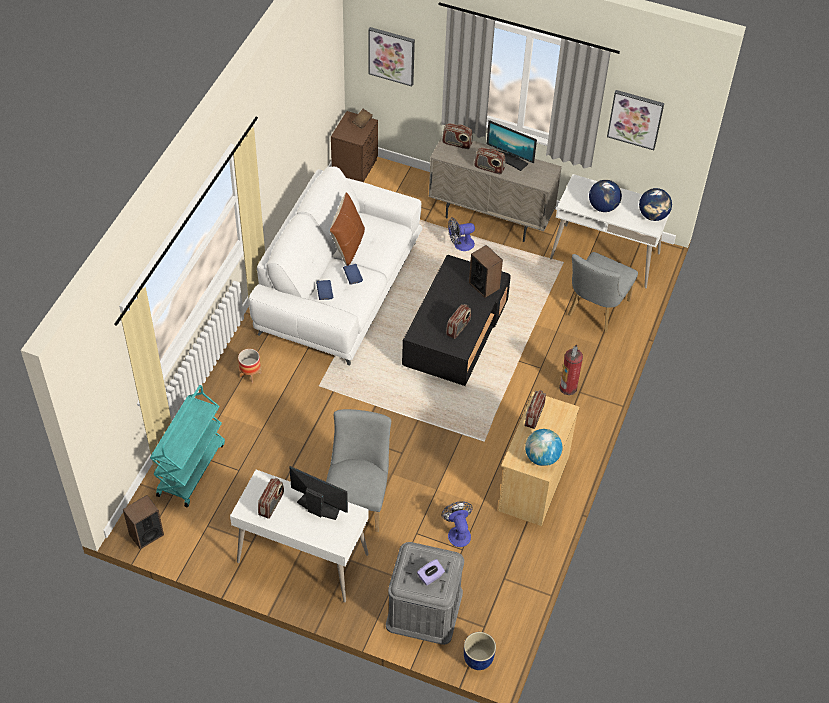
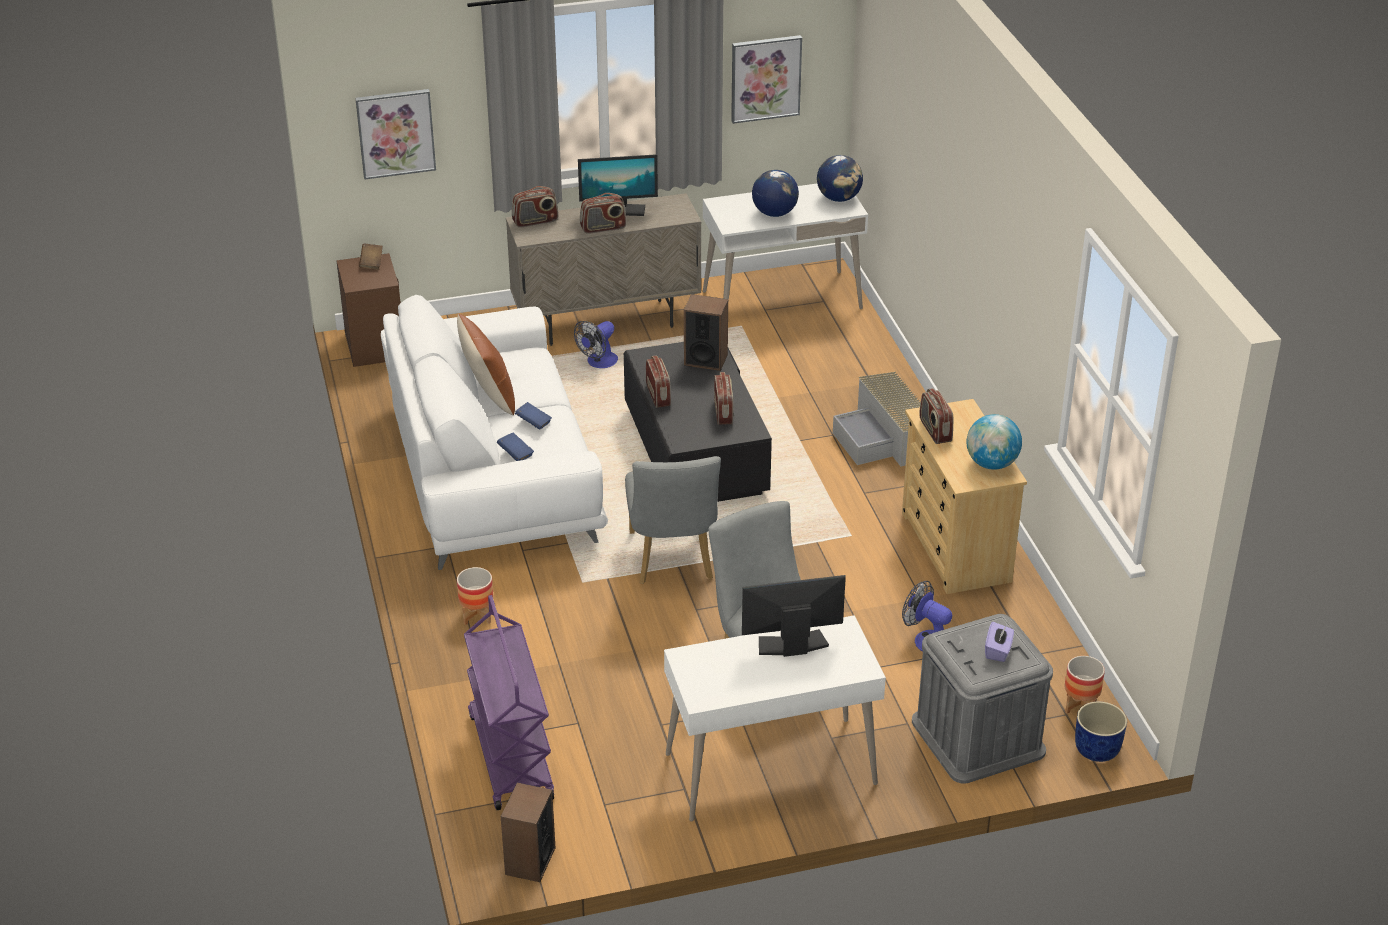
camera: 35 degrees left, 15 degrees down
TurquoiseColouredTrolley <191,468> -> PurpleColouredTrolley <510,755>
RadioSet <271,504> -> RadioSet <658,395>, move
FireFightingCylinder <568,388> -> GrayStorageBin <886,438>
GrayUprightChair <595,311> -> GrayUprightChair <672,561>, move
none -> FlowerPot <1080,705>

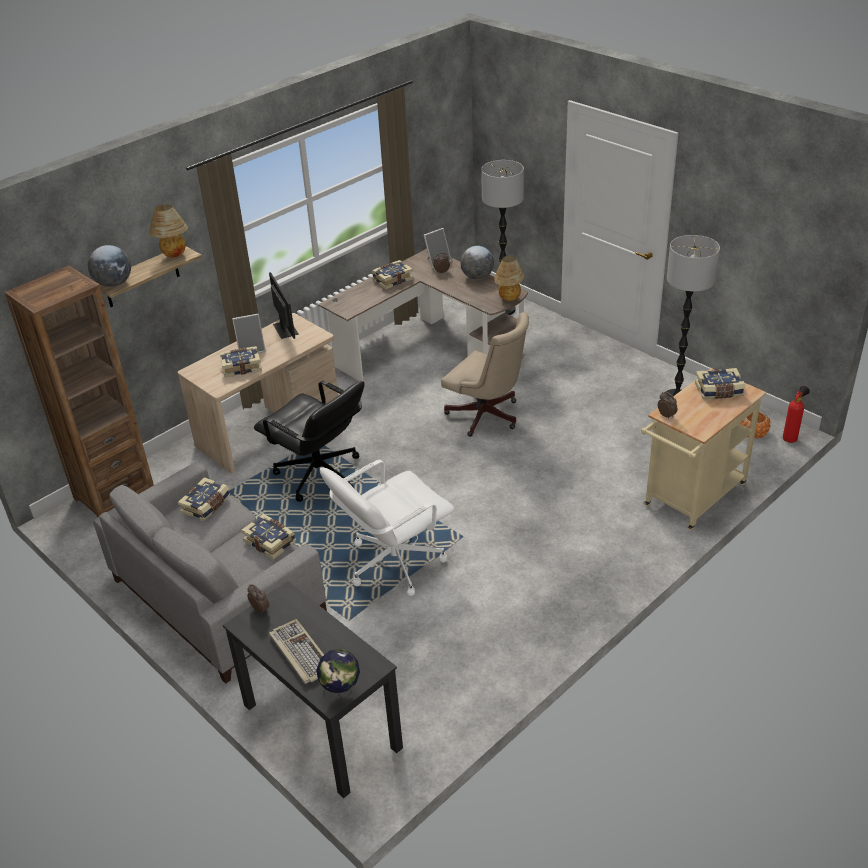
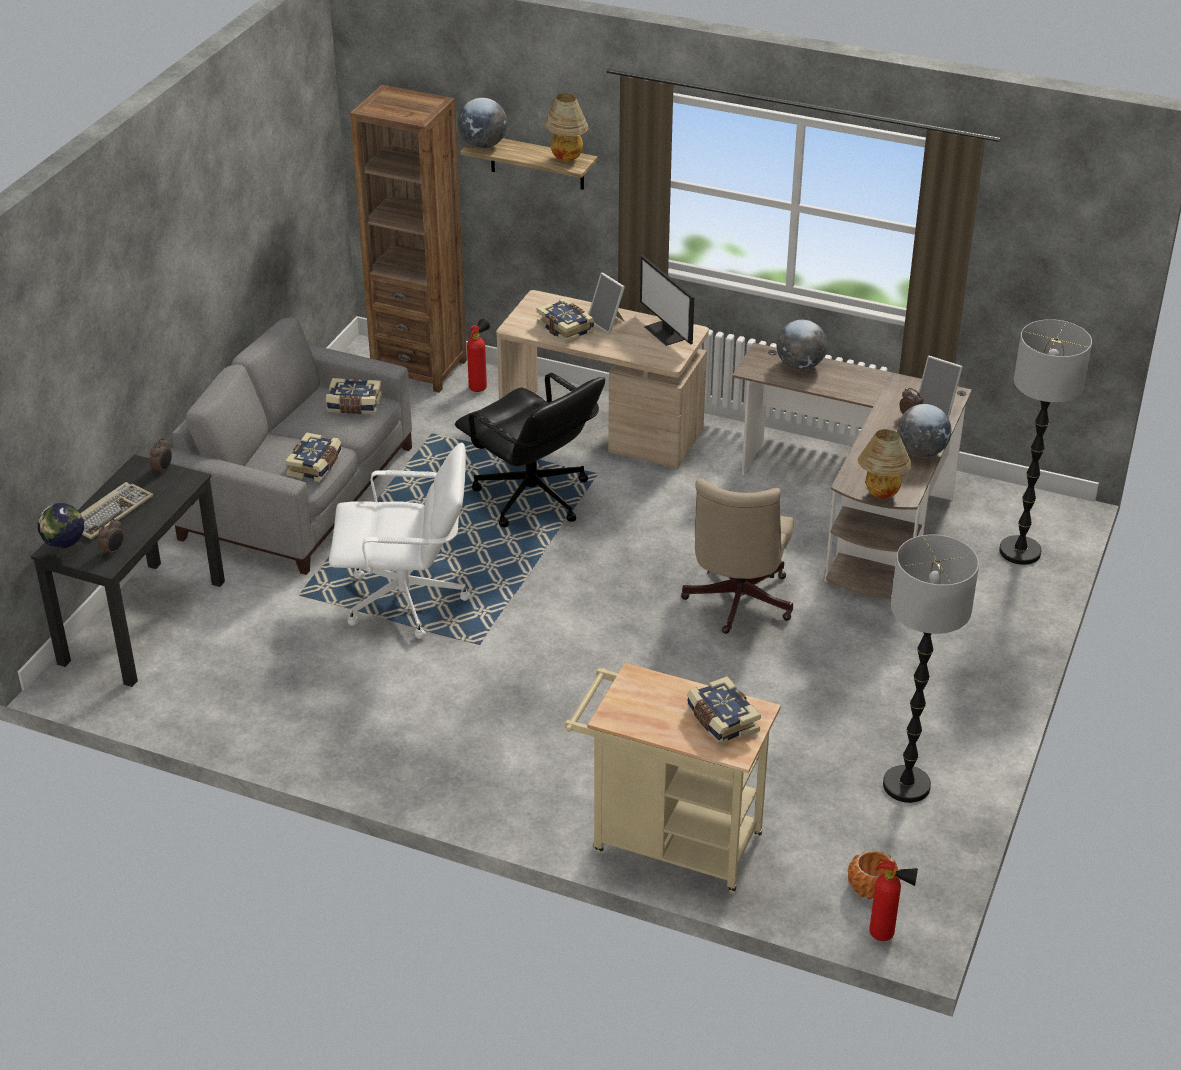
camera: 65 degrees right, 0 degrees up
BlackDeskChair <319,475> -> BlackDeskChair <532,498>, 60 degrees counterclockwise
Monitor <284,329> -> Monitor <666,333>, 105 degrees clockwise
WhiteColouredDeskChair <393,562> -> WhiteColouredDeskChair <407,601>, 150 degrees clockwise
Volume <392,280> -> none
AlarmClock <666,415> -> AlarmClock <114,551>, move
none -> FireFightingCylinder <479,386>
none -> WorldGlobe <800,366>

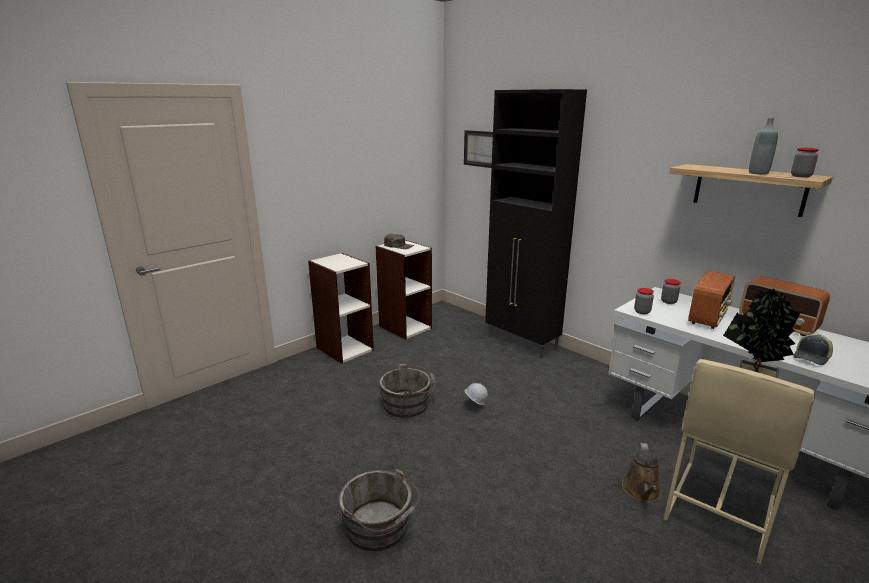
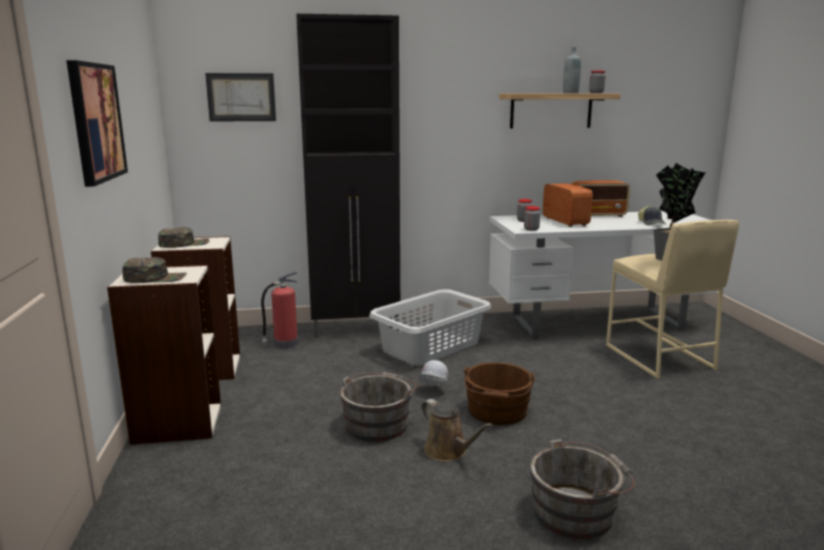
camera: 55 degrees left, 5 degrees down
BrownColouredWateringCan <641,491> -> BrownColouredWateringCan <448,451>, move
none -> WallPicture <96,122>
none -> GreenColouredPeakedCap <155,278>
none -> FireFightingCylinder <284,344>
none -> GrayHamper <430,346>
none -> BrownColouredPail <497,412>

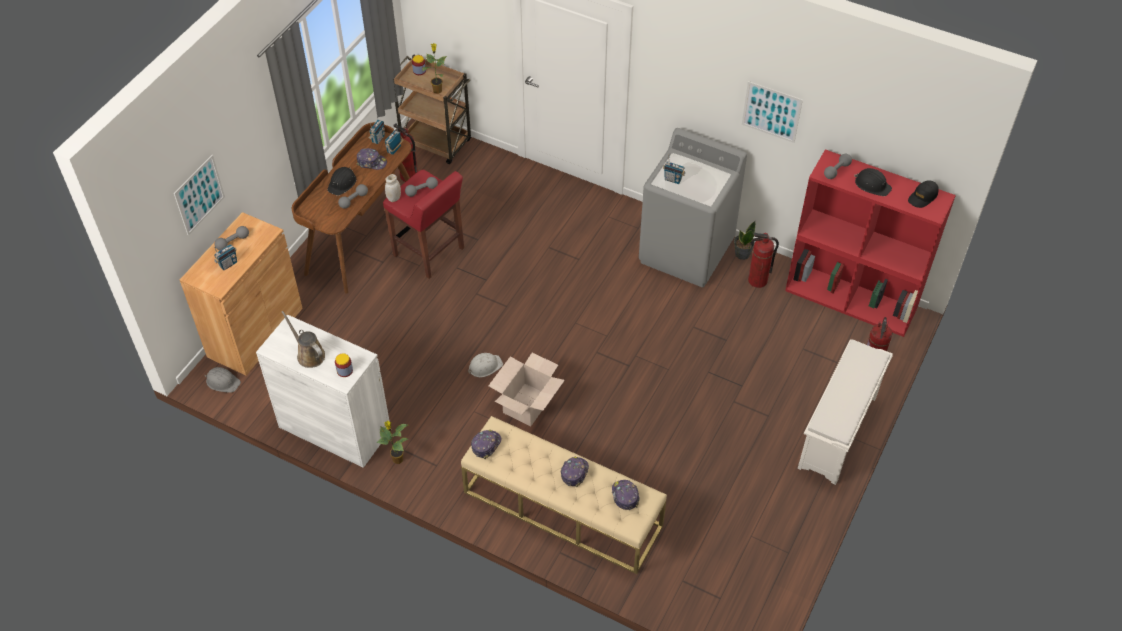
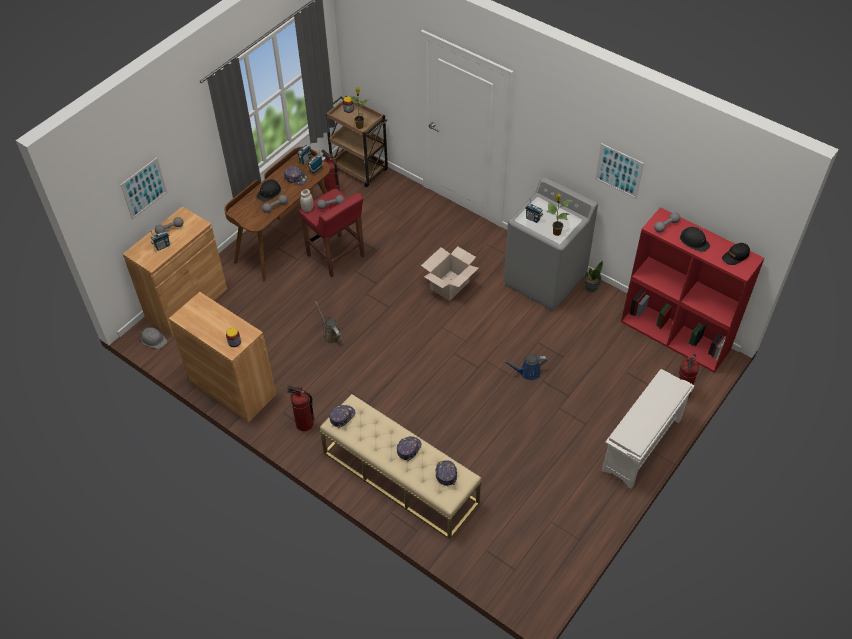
camera: 10 degrees right, 0 degrees up
WhiteColouredStorageCabinet <335,428> -> BrownColouredStorageCabinet <232,388>
BrownColouredWateringCan <309,354> -> BrownColouredWateringCan <330,334>, move
Houseplant <397,459> -> Houseplant <556,232>, move
WhiteColouredSafetyHelmet <485,366> -> none
CardboardBox <527,405> -> CardboardBox <449,285>, move
FireFightingCylinder <757,280> -> FireFightingCylinder <304,424>, move
none -> BluishWateringCan <527,372>

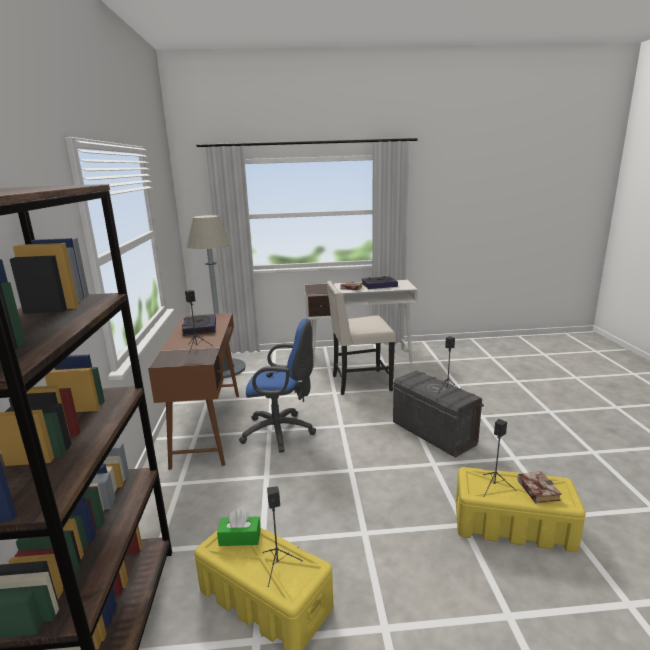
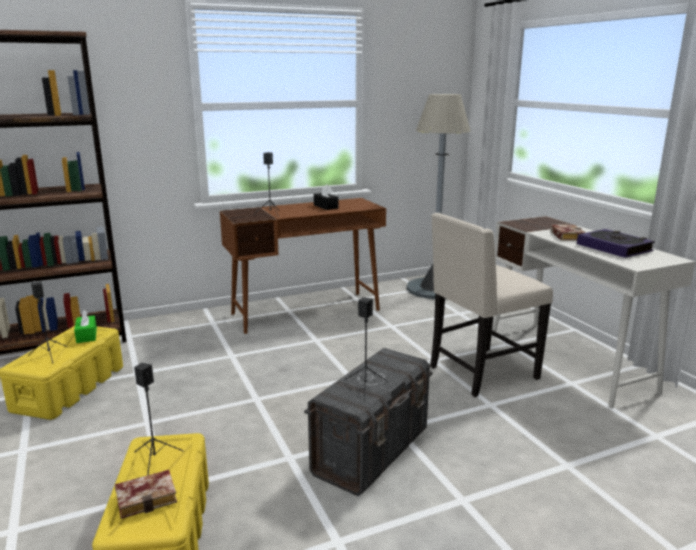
camera: 70 degrees right, 0 degrees up
Volume <199,328> -> BlackBoxOfTissues <325,206>
BluishDeskChair <282,432> -> none
BeigeColouredUprightChair <359,383> -> BeigeColouredUprightChair <480,373>, 90 degrees counterclockwise

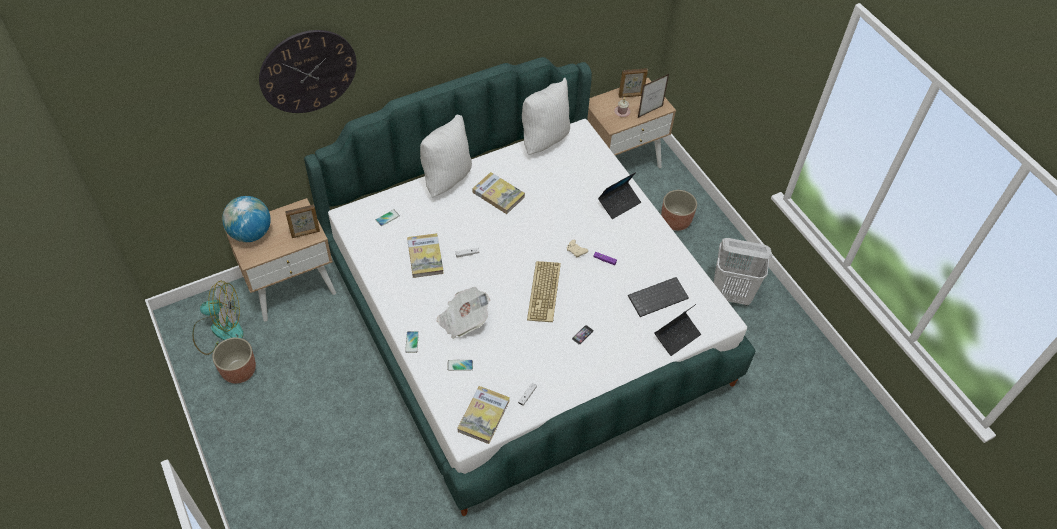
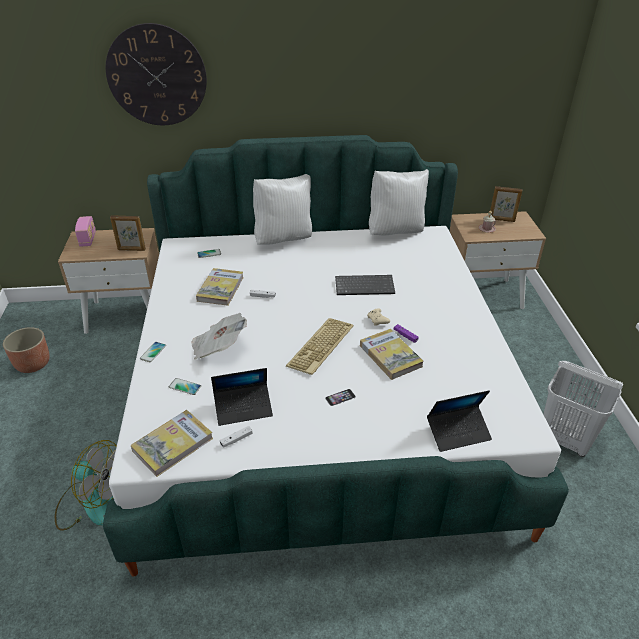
camera: 25 degrees right, 15 degrees down
ElectricFan <219,330> -> ElectricFan <92,502>, move
WorldGlobe <251,233> -> RadioSet <88,239>
Volume <498,194> -> Volume <390,356>, move
Laptop <619,203> -> Laptop <243,408>, move
ComputerKeyboard <658,296> -> ComputerKeyboard <365,286>, move
PictureFrame <650,112> -> none
FlowerPot <675,221> -> none

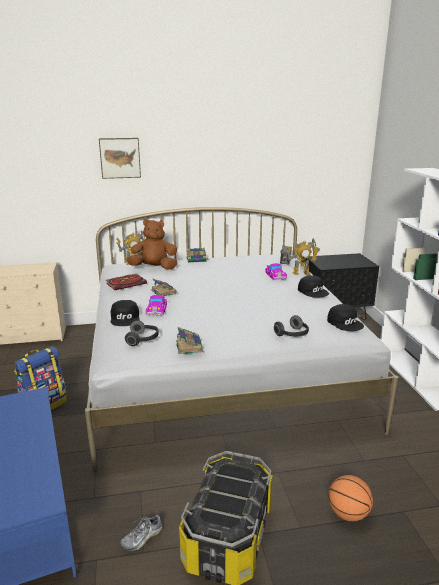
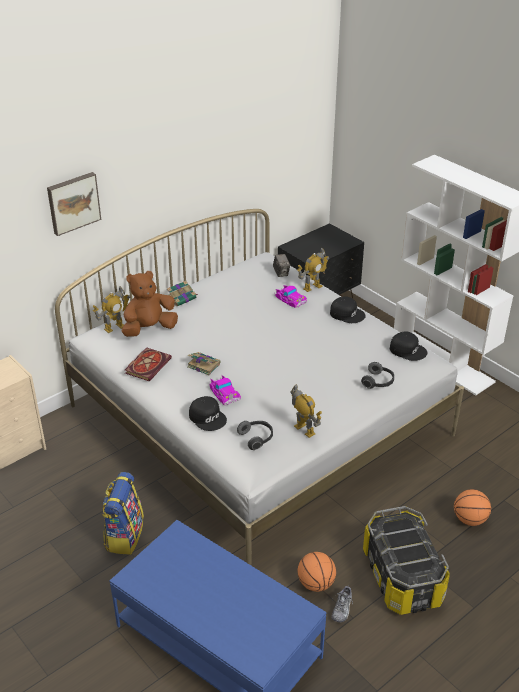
camera: 30 degrees left, 15 degrees up
Volume <189,346> -> ToyRobot <304,430>
none -> BasketballBall <316,583>

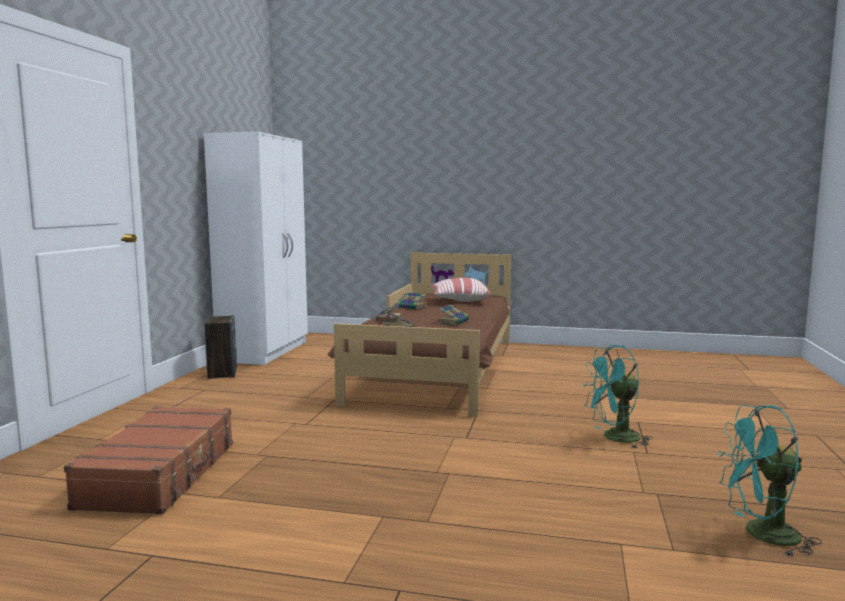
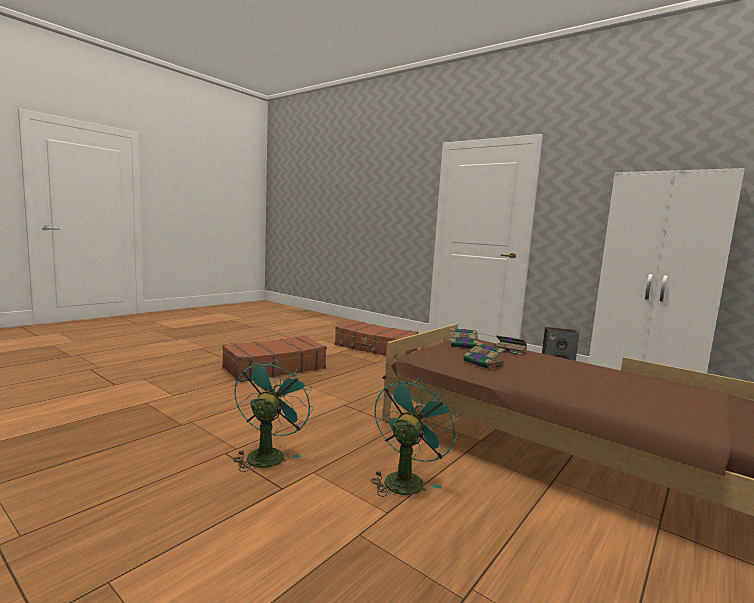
camera: 115 degrees right, 0 degrees up
Volume <412,307> -> none
ThrowPillow <458,301> -> none
TurquoiseColouredElectricFan <761,535> -> TurquoiseColouredElectricFan <406,479>, move
none -> BrownColouredTravelCase <274,368>

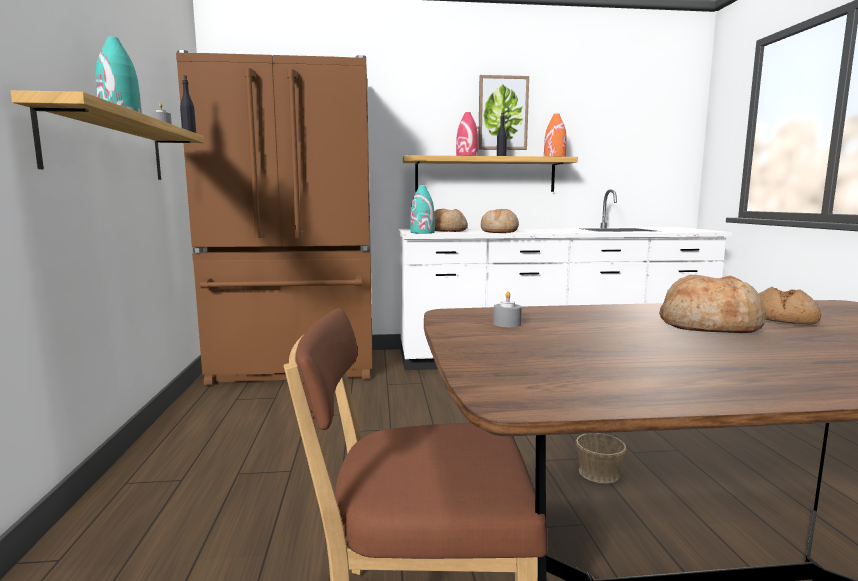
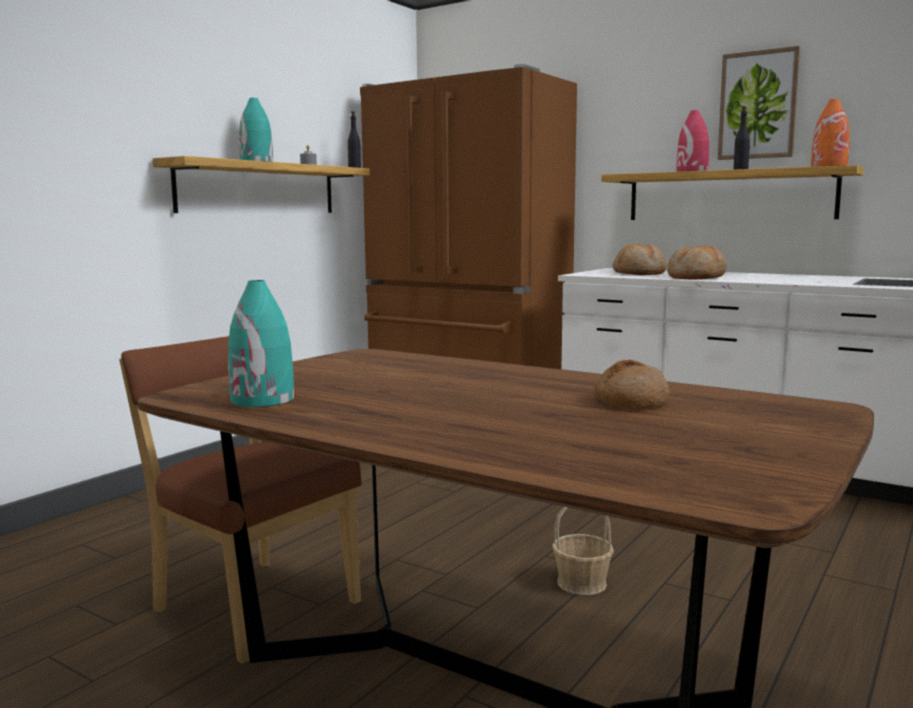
camera: 40 degrees right, 0 degrees up
TurquoiseColouredVase <422,232> -> TurquoiseColouredVase <262,400>, move
GrayCandle <507,324> -> none
BakedBread <709,325> -> none

